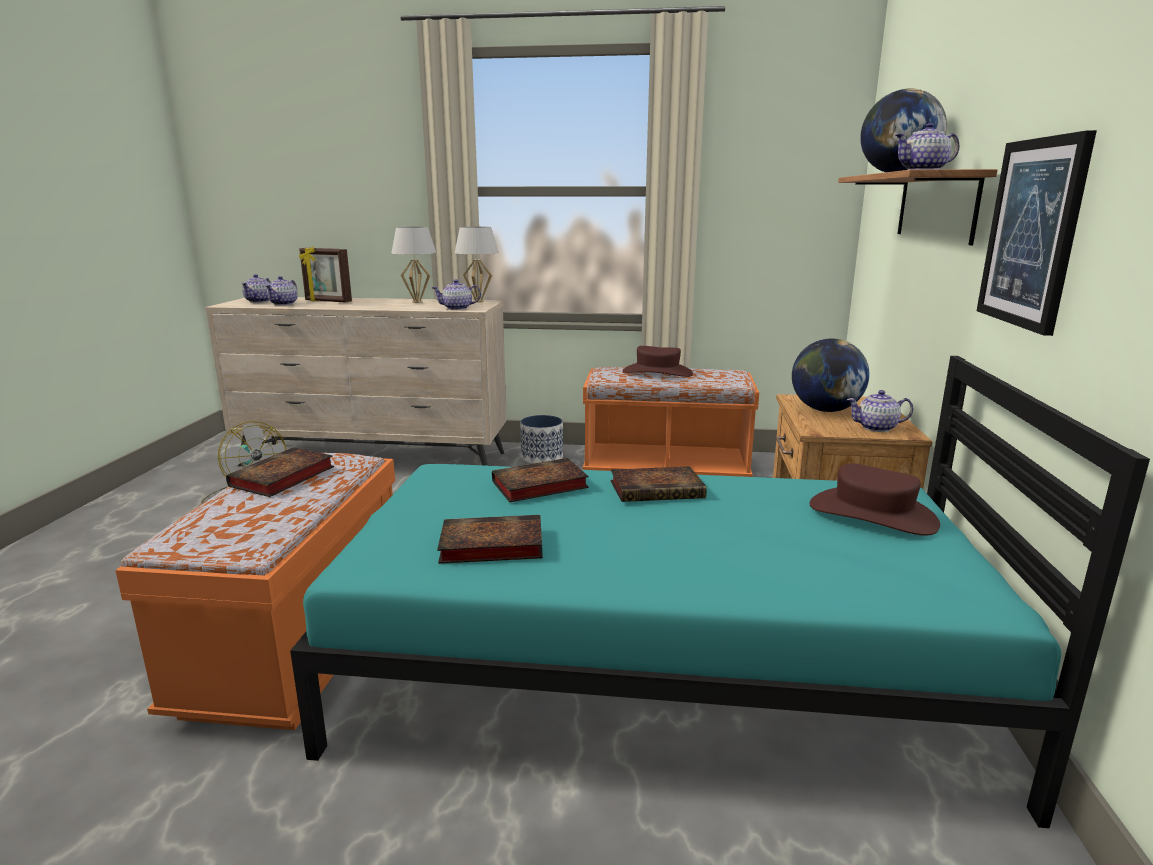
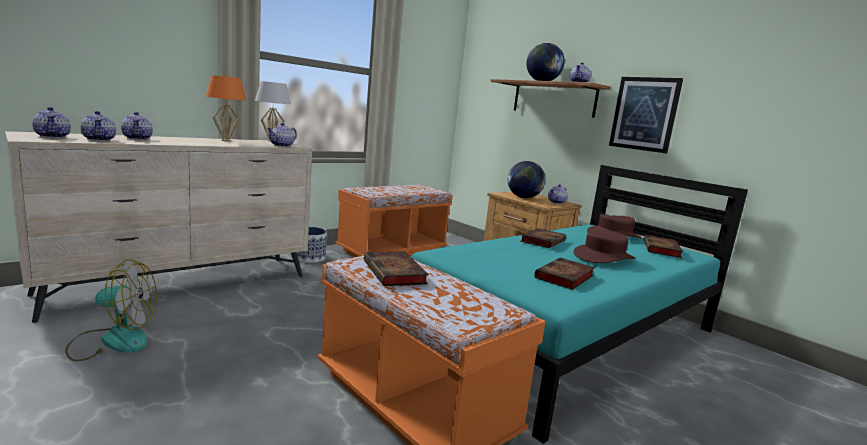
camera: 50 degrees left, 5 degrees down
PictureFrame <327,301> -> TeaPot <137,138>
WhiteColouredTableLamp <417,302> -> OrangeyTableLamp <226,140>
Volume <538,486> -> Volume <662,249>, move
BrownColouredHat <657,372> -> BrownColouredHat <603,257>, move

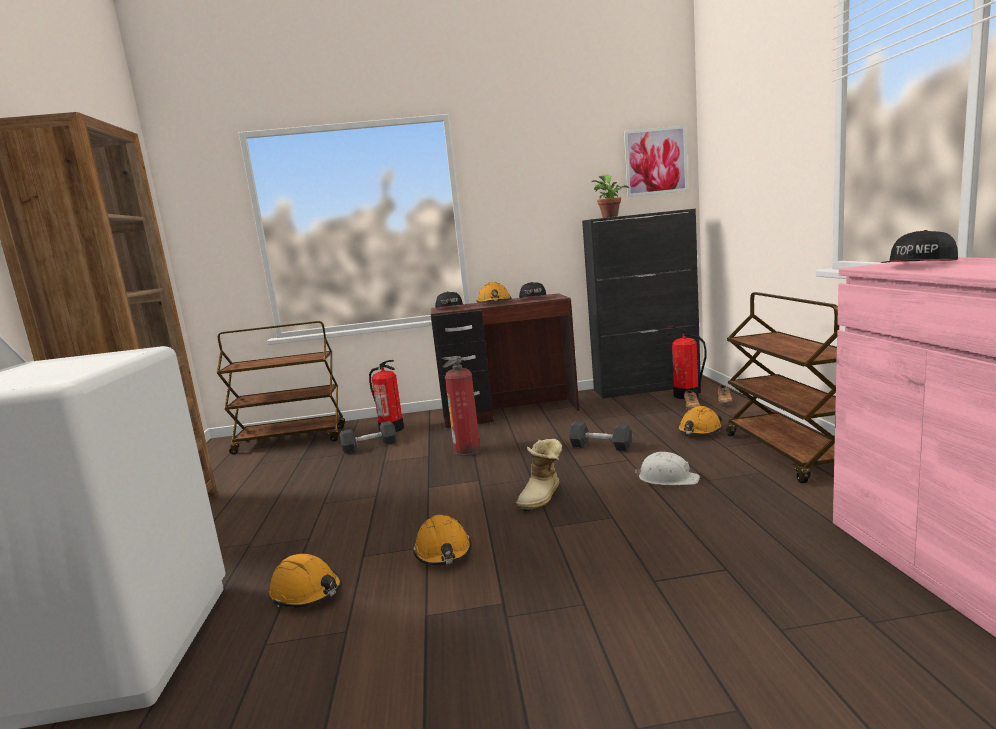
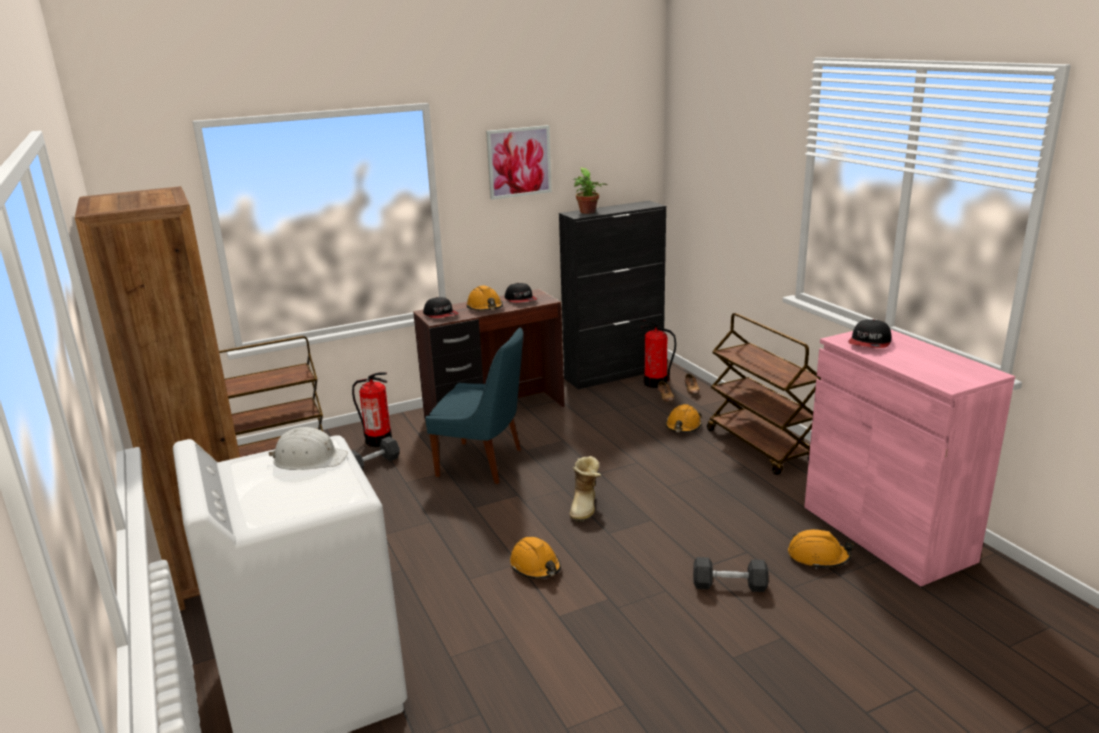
camera: 20 degrees left, 10 degrees up
OrangeySafetyHelmet <307,593> -> OrangeySafetyHelmet <818,557>, move
FireFightingCylinder <467,451> -> BluishUprightChair <483,463>
GrayFreeWeight <601,446> -> GrayFreeWeight <729,585>, move
WallPicture <655,161> -> WallPicture <519,162>, move
WhiteColouredSafetyHelmet <667,478> -> WhiteColouredSafetyHelmet <309,459>, move

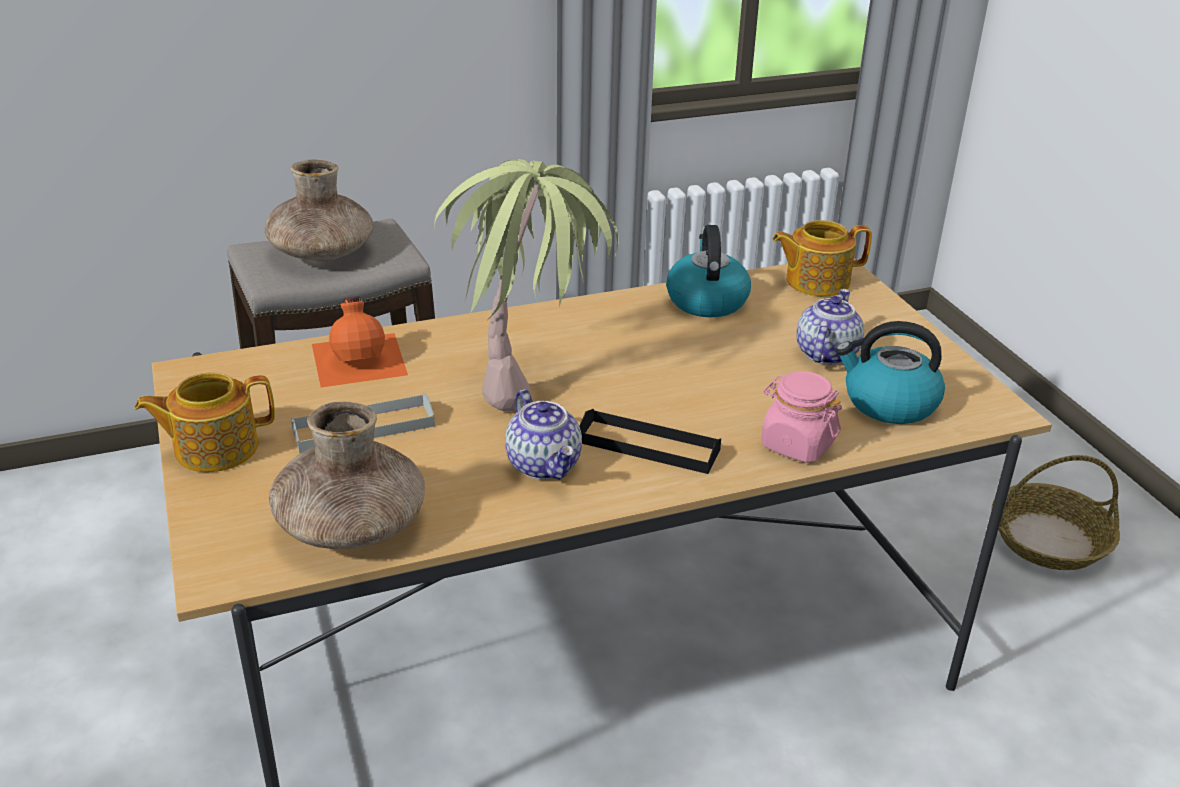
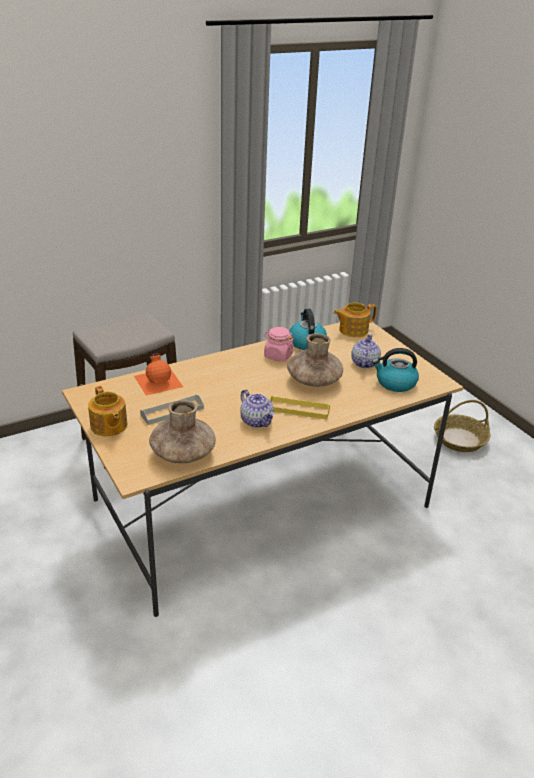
camera: 10 degrees left, 0 degrees up
TeaPot <214,448> -> TeaPot <108,426>, 90 degrees counterclockwise
BrownColouredVase <322,253> -> BrownColouredVase <314,381>, move
Houseplant <531,378> -> none
BlackCarryingTray <648,446> -> YellowCarryingTray <299,409>
PinkColouredPreserveJar <797,444> -> PinkColouredPreserveJar <278,356>, move

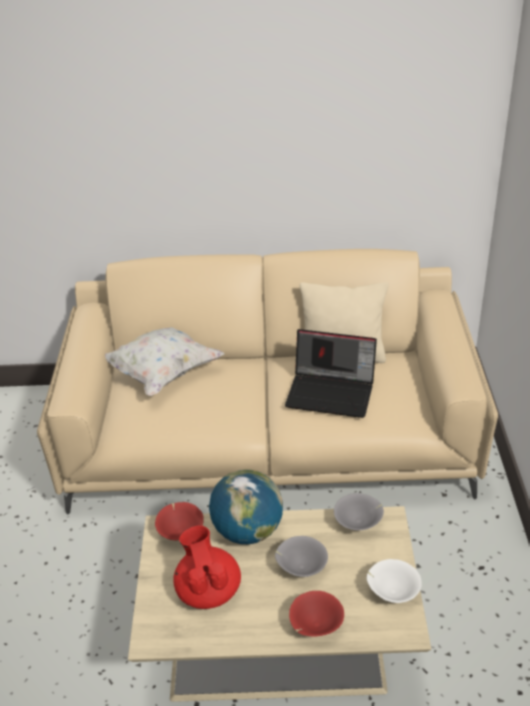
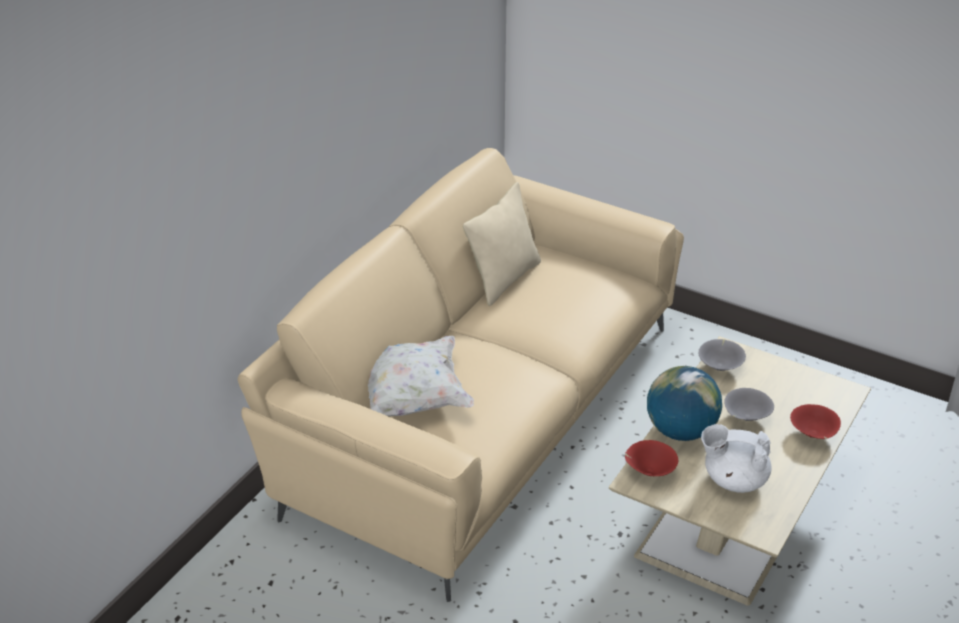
camera: 60 degrees left, 0 degrees up
RedTeaPot <208,590> -> WhiteColouredTeaPot <733,480>
Laptop <332,392> -> none
WhiteColouredDeepDish <392,592> -> none

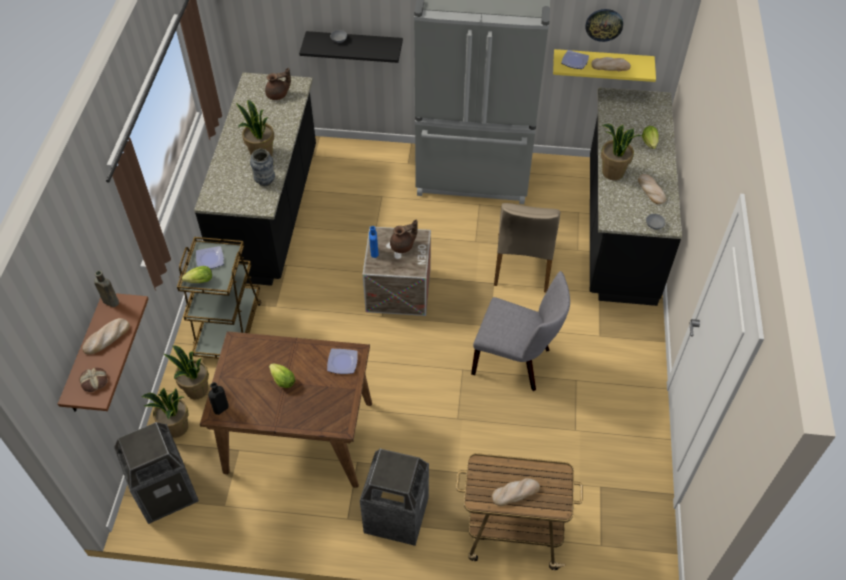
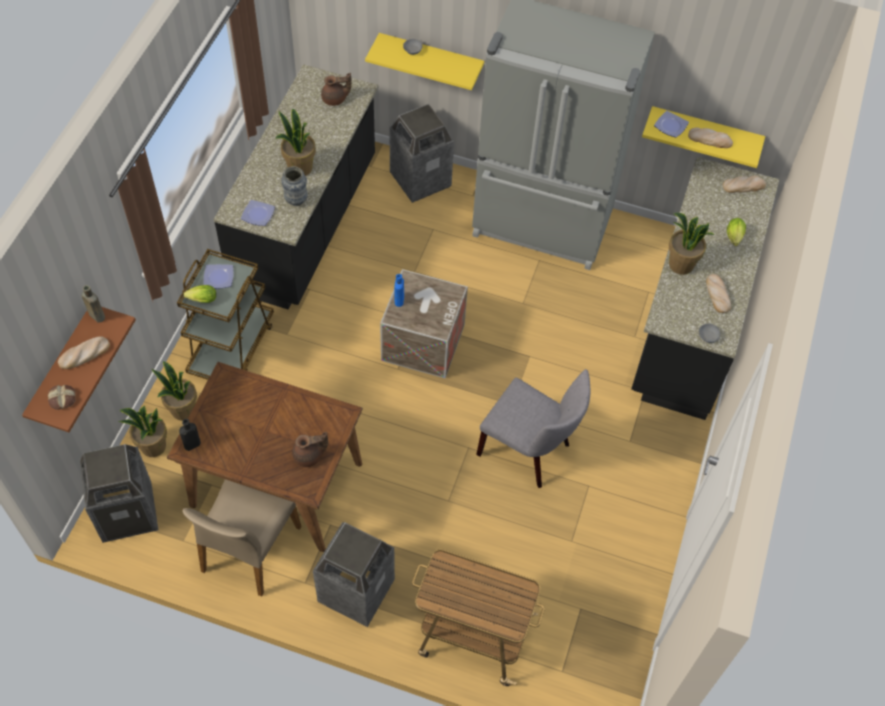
camera: 10 degrees right, 5 degrees up
Lettuce <281,379> -> none
BlackBracketShelf <354,45> -> YellowBracketShelf <431,58>
FlatDish <343,362> -> FlatDish <258,214>, move
BrownColouredTeaPot <403,246> -> BrownColouredTeaPot <309,456>, move
BakedBread <515,492> -> BakedBread <743,186>, move
BeigeColouredUprightChair <523,264> -> BeigeColouredUprightChair <249,549>, move
WallClock <604,24> -> none
none -> TrashCan <420,180>

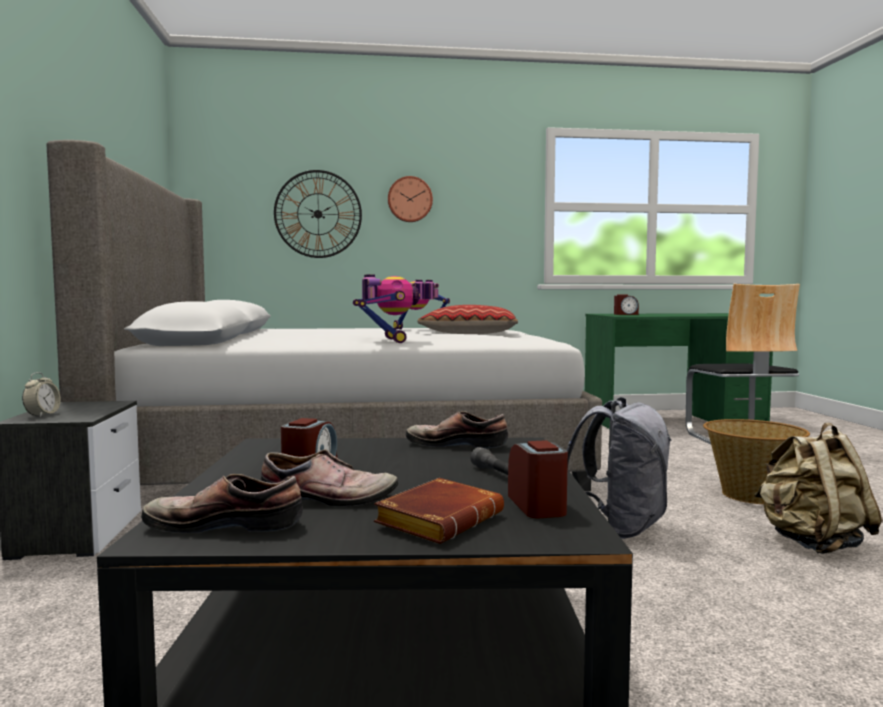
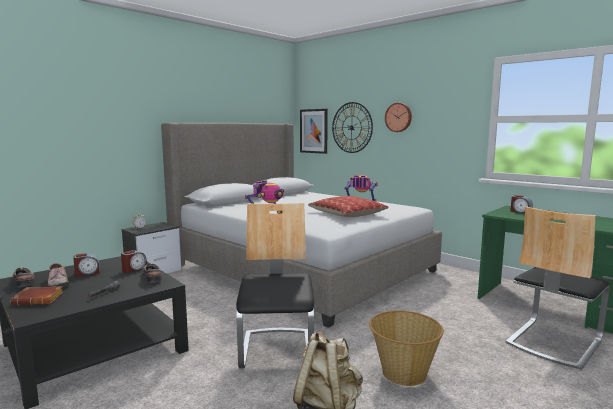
camera: 50 degrees right, 5 degrees up
AlarmClock <537,506> -> AlarmClock <134,269>, move
GrayKnapsack <619,528> -> UprightChair <277,349>
none -> WallPicture <314,131>

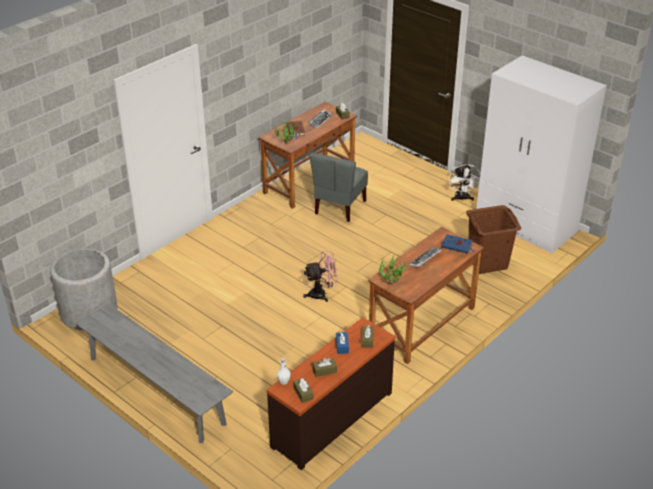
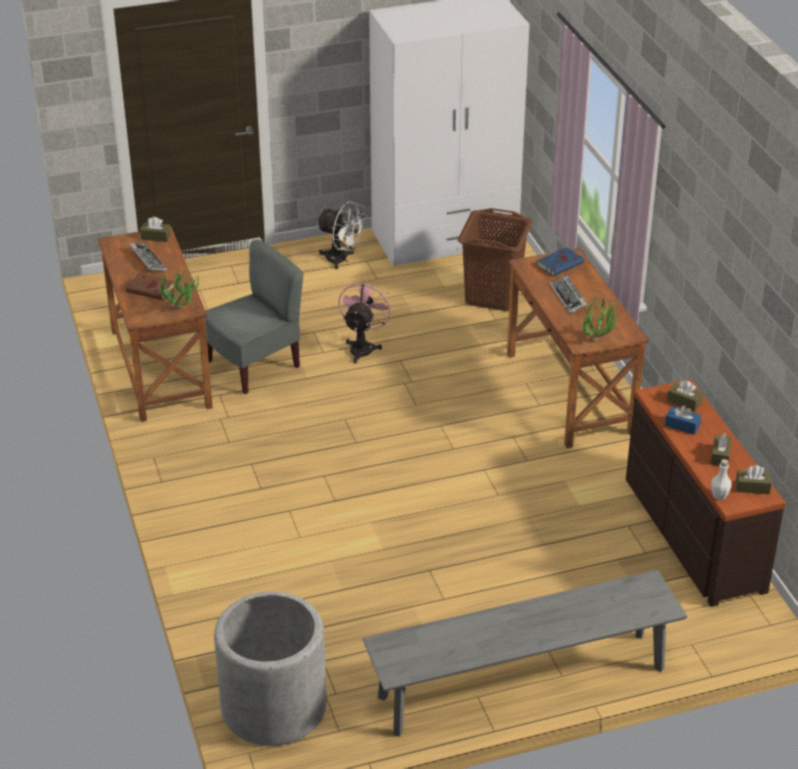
camera: 60 degrees left, 0 degrees up
PinkColouredElectricFan <322,294> -> PinkColouredElectricFan <363,347>, move
GrayUprightChair <339,207> -> GrayUprightChair <254,365>, 90 degrees counterclockwise

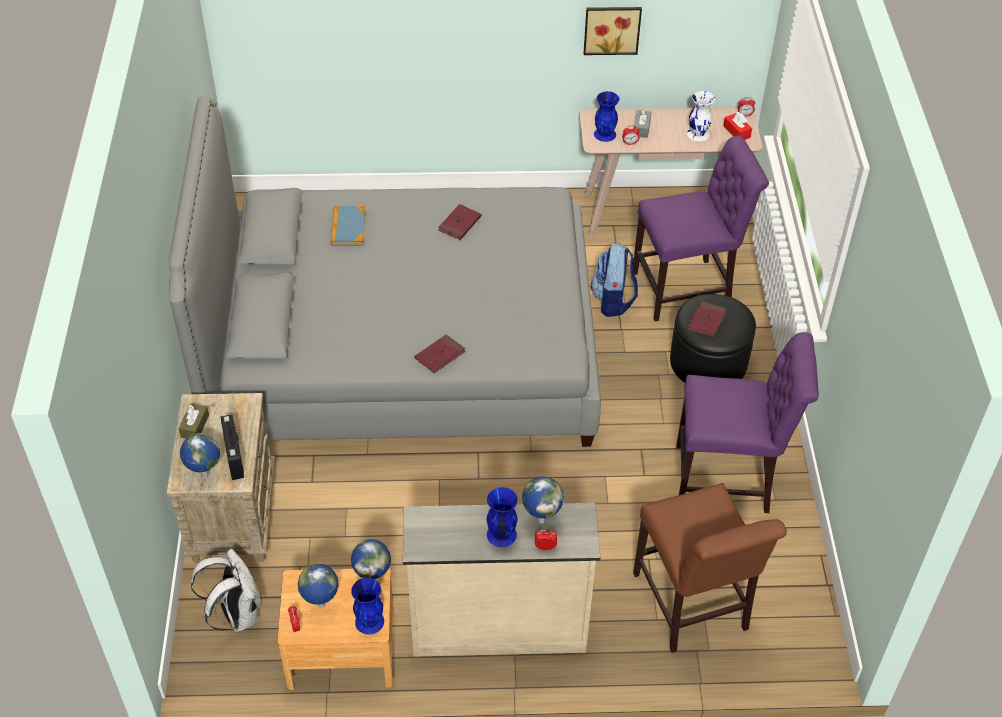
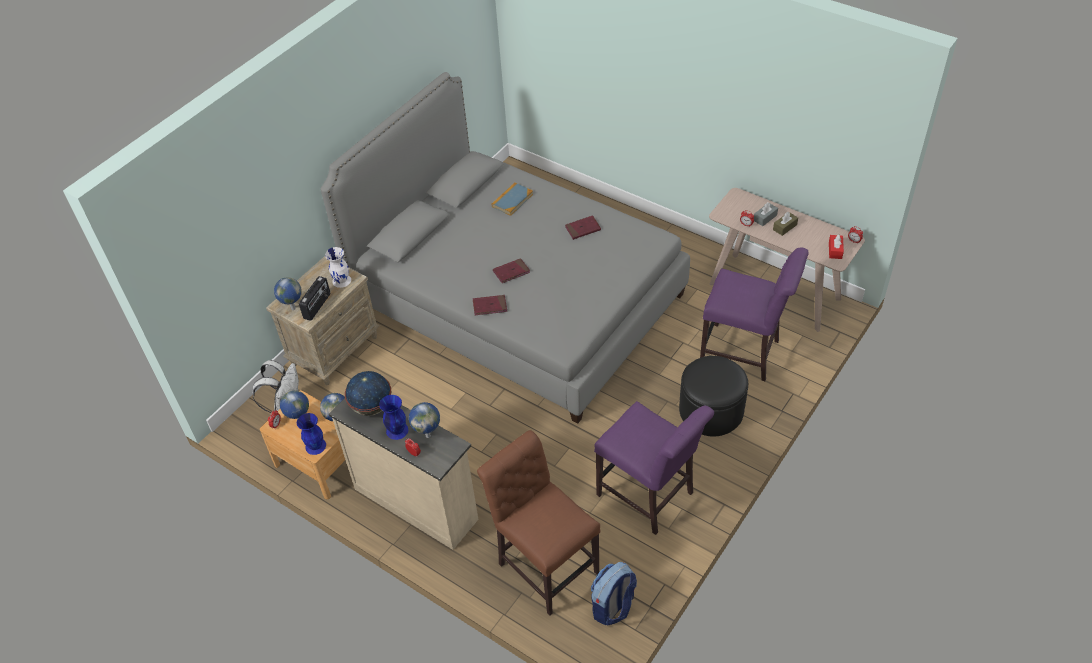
camera: 40 degrees right, 0 degrees up
BrownColouredBoxOfTissues <195,426> -> BrownColouredBoxOfTissues <785,227>, move
WallPicture <611,28> -> none
Knapsack <613,301> -> Knapsack <613,607>, move
BluishVase <605,134> -> none
BrownColouredUprightChair <692,607> -> BrownColouredUprightChair <545,564>, 120 degrees clockwise
WhiteColouredVase <698,133> -> WhiteColouredVase <342,280>, move
RedVolume <706,321> -> RedVolume <511,272>, move
none -> WorldGlobe <371,406>

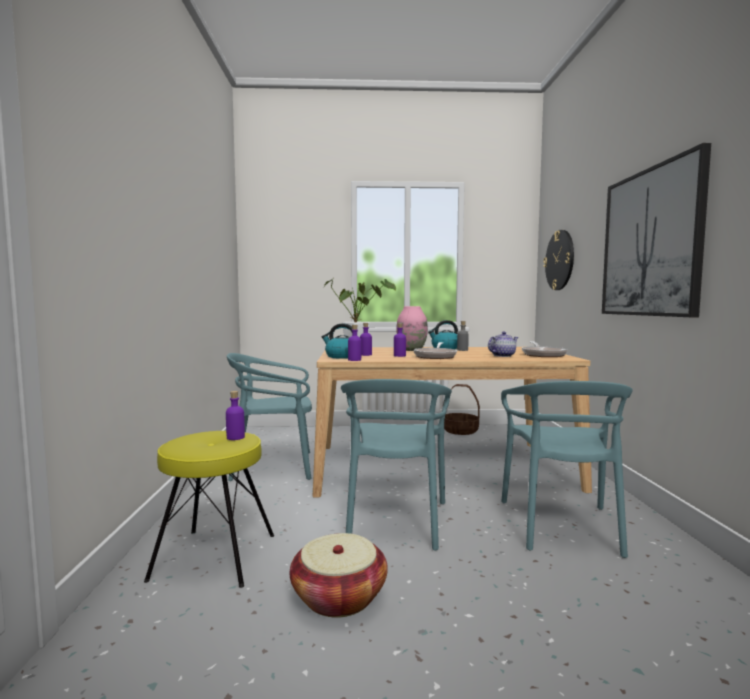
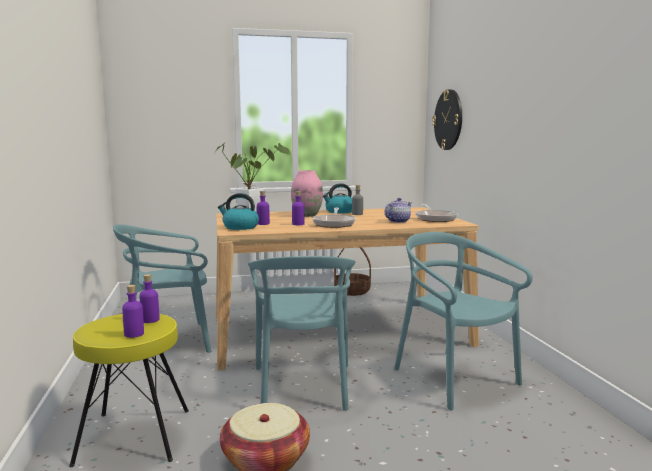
camera: 10 degrees left, 5 degrees up
PurpleColouredBottle <354,360> -> PurpleColouredBottle <134,334>, move
TurquoiseColouredUprightChair <561,525> -> TurquoiseColouredUprightChair <454,378>, 150 degrees clockwise
WallPicture <650,243> -> none

